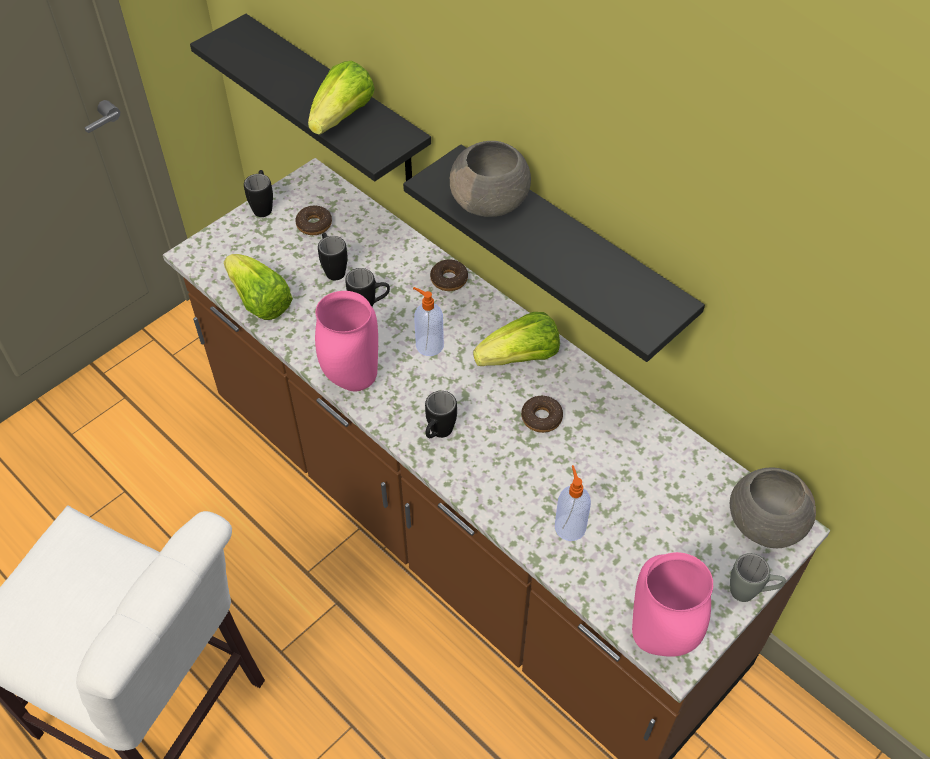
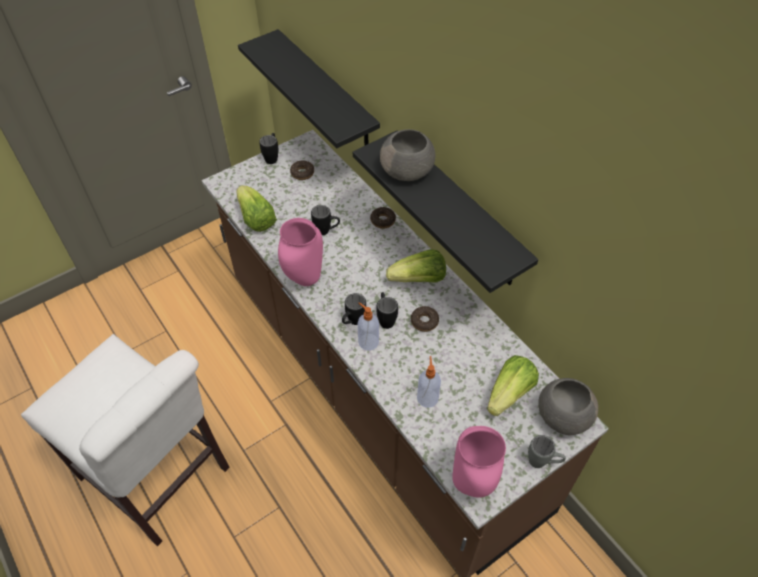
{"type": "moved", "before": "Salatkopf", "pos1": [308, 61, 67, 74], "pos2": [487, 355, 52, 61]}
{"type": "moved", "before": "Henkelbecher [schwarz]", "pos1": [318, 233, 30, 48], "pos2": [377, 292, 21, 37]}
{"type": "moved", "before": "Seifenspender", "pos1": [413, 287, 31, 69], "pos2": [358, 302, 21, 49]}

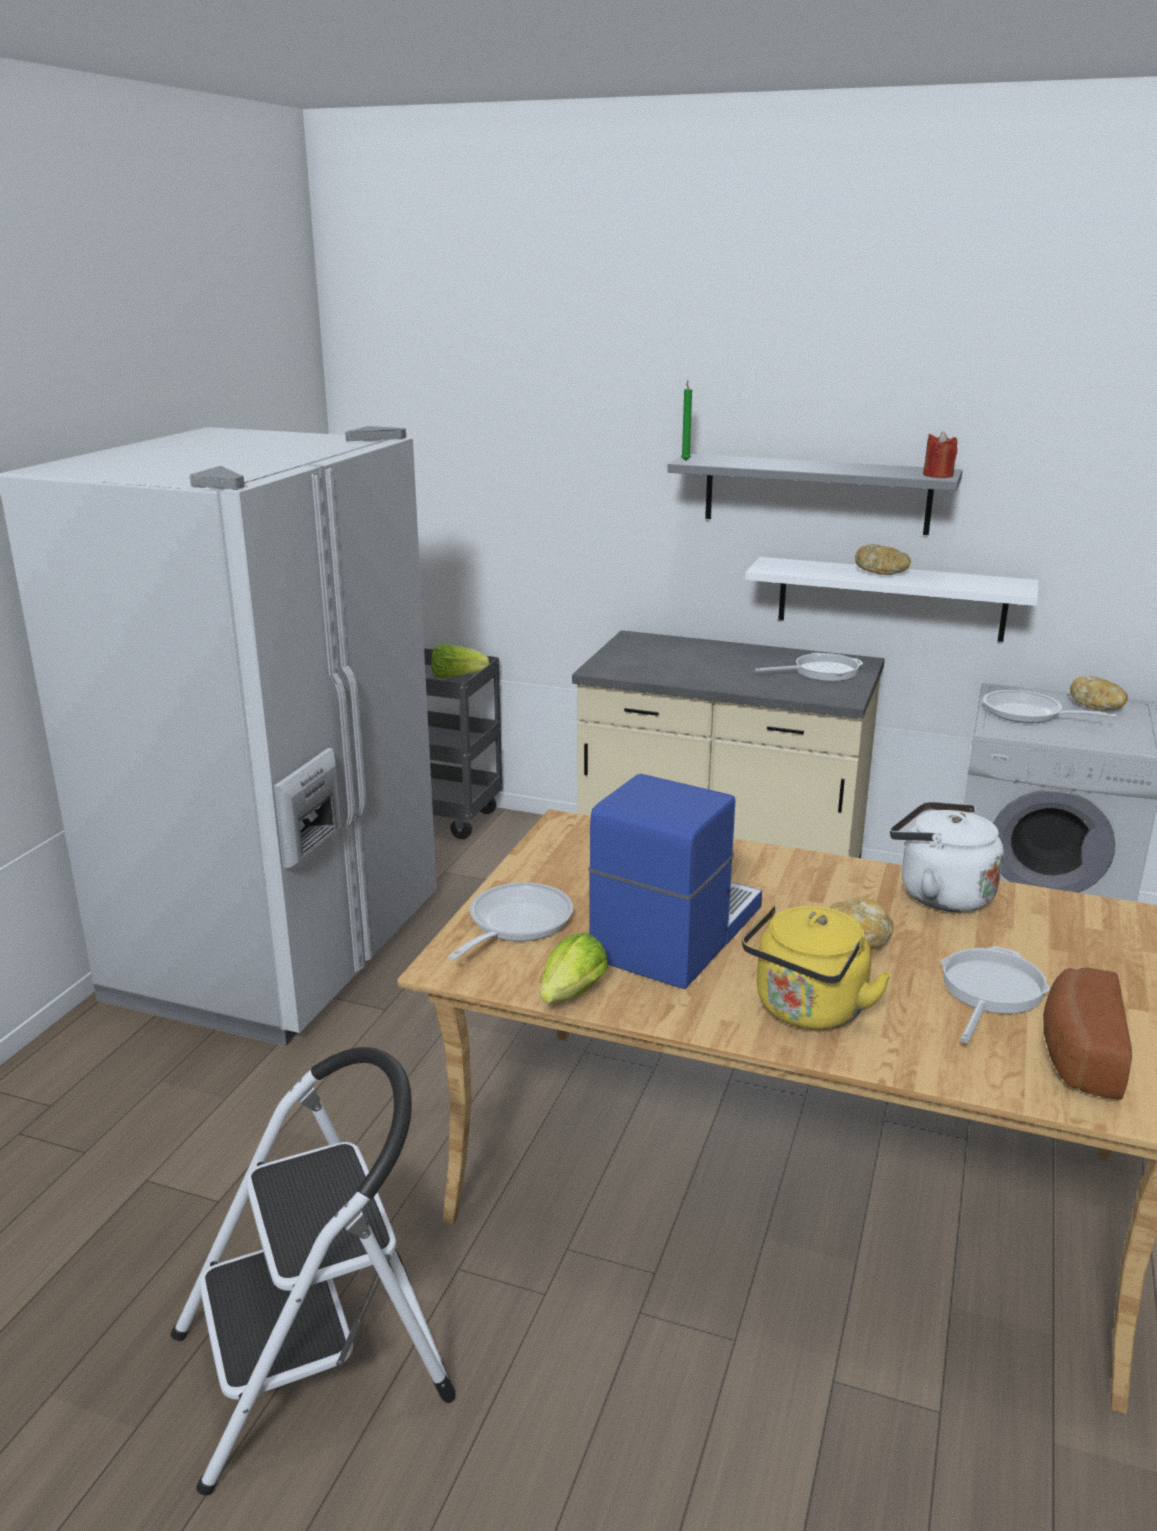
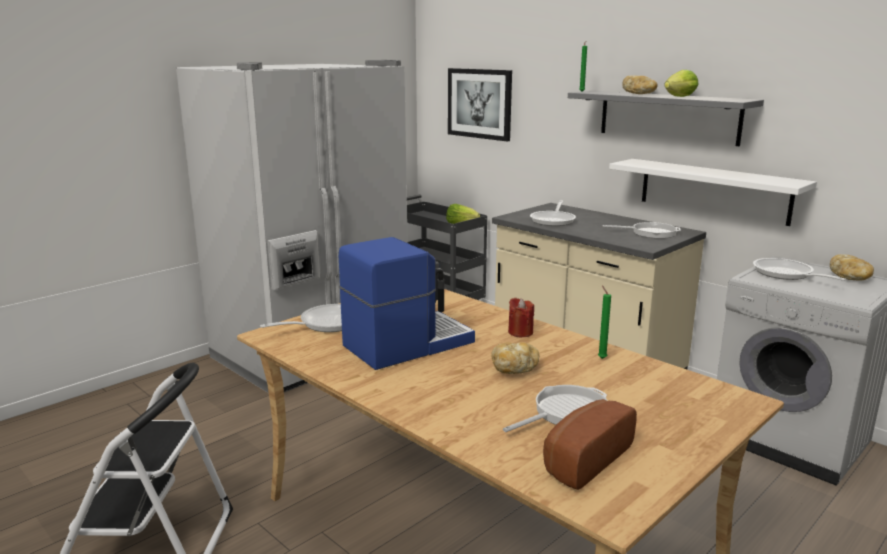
{"type": "moved", "before": "Salatkopf", "pos1": [540, 933, 68, 70], "pos2": [664, 70, 34, 27]}
{"type": "removed", "before": "Wasserkessel [gelb]", "pos1": [742, 906, 150, 124]}
{"type": "moved", "before": "Brot", "pos1": [855, 544, 56, 31], "pos2": [622, 76, 36, 18]}
{"type": "replaced", "before": "Wasserkessel [weiß]", "after": "Kerze [grün]", "pos1": [890, 802, 114, 110], "pos2": [598, 286, 13, 73]}
{"type": "moved", "before": "Kerze [rot]", "pos1": [923, 431, 34, 47], "pos2": [508, 298, 26, 39]}
{"type": "added", "after": "Bild", "pos2": [448, 68, 64, 73]}
{"type": "added", "after": "Pfanne", "pos2": [530, 200, 46, 26]}

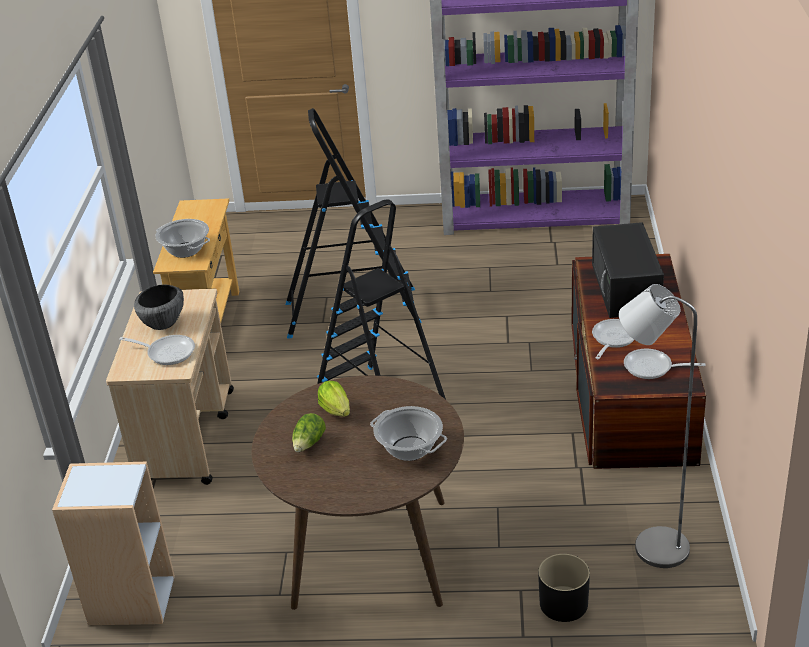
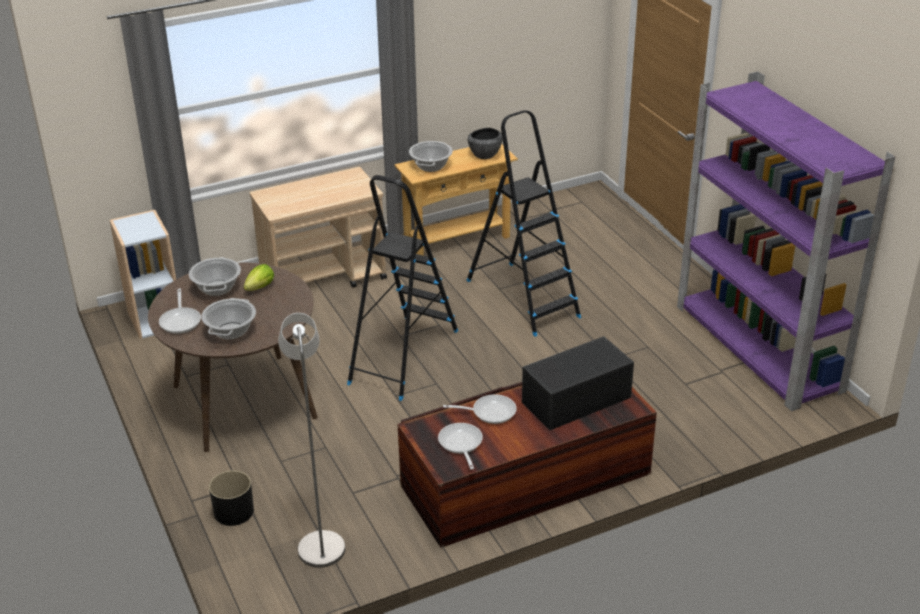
{"type": "moved", "before": "Pfanne", "pos1": [119, 335, 76, 30], "pos2": [159, 288, 42, 46]}
{"type": "moved", "before": "Schüssel", "pos1": [134, 284, 50, 46], "pos2": [468, 128, 35, 31]}
{"type": "replaced", "before": "Salatkopf", "after": "Kochtopf", "pos1": [292, 413, 34, 39], "pos2": [189, 257, 52, 39]}

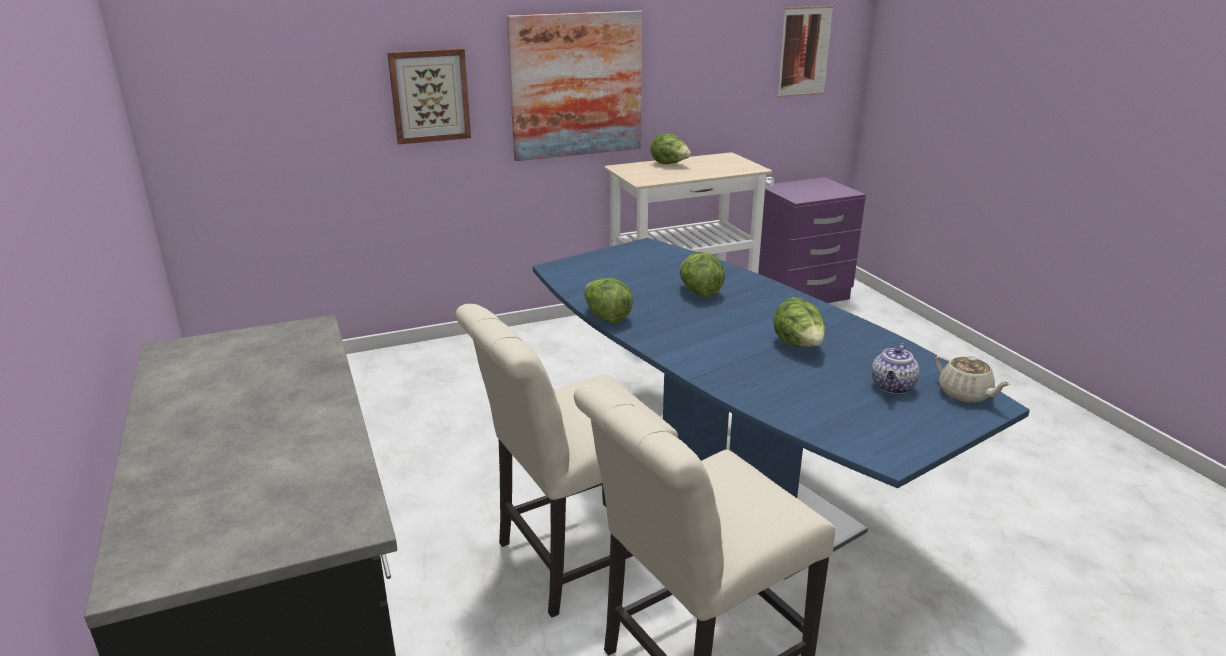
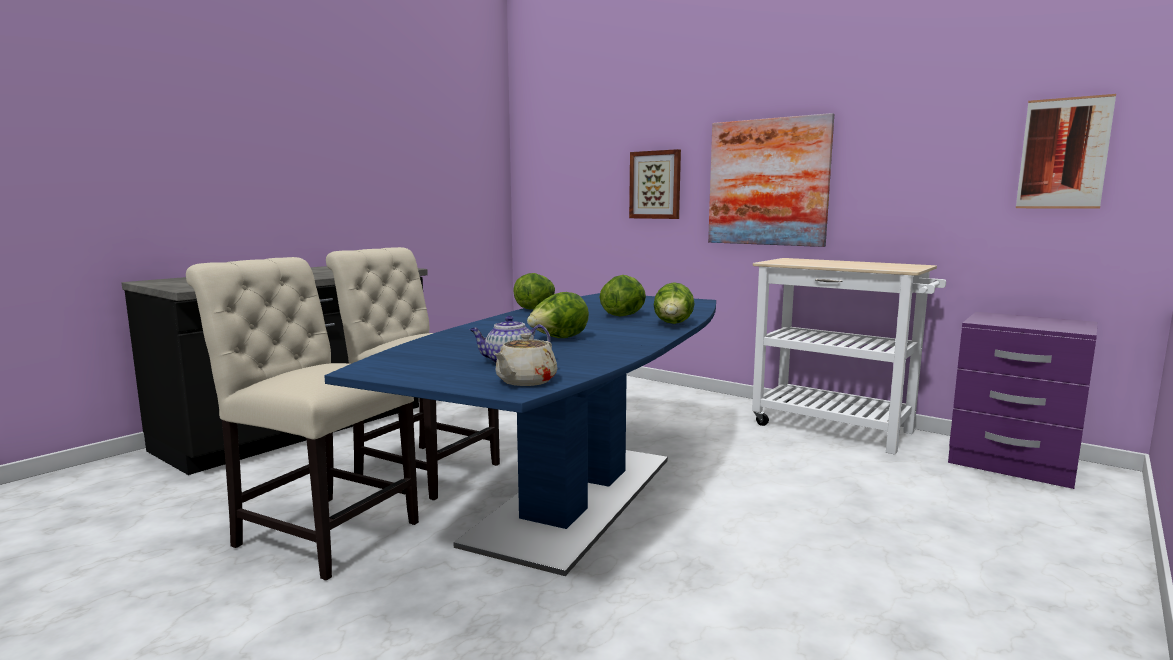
{"type": "moved", "before": "Salatkopf", "pos1": [651, 134, 40, 30], "pos2": [654, 282, 41, 42]}

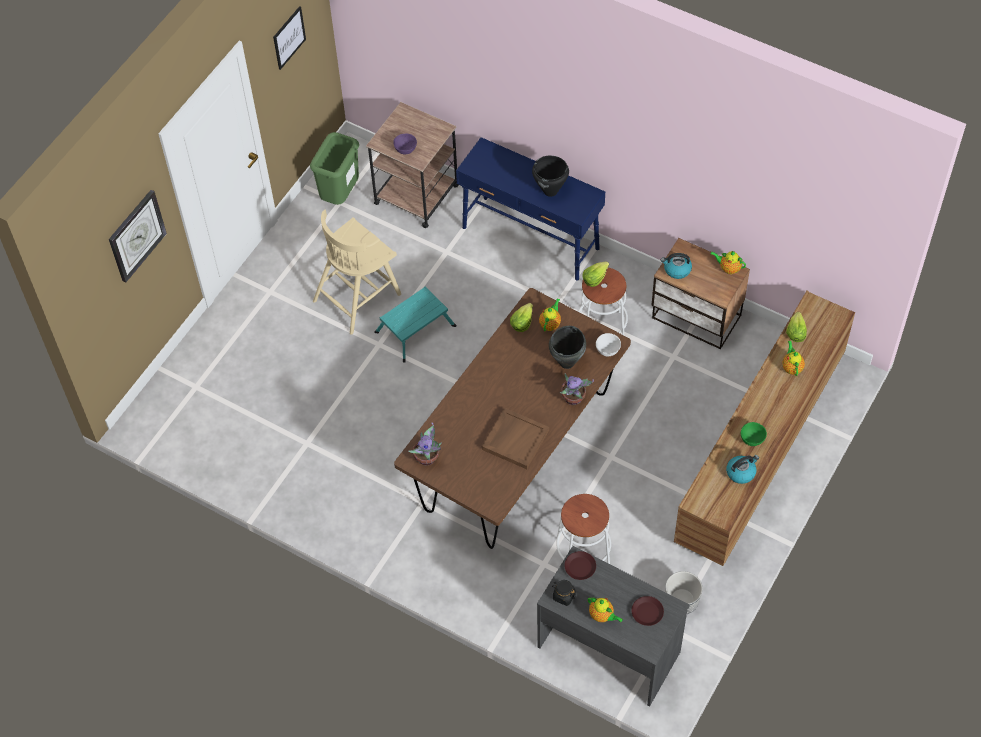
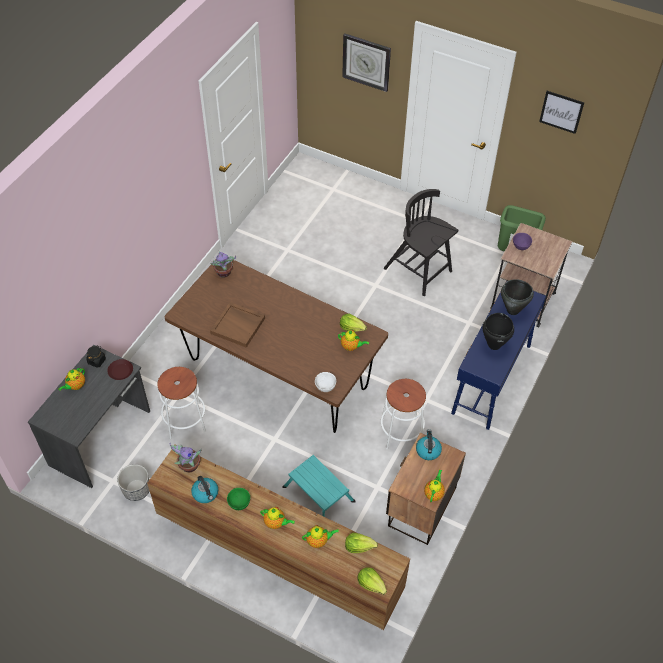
{"type": "recoloured", "before": "Stuhl [beige]", "after": "Stuhl [schwarz]", "pos1": [313, 209, 88, 125], "pos2": [384, 189, 74, 107]}
{"type": "moved", "before": "Trittleiter [türkis]", "pos1": [374, 286, 82, 77], "pos2": [283, 455, 72, 62]}
{"type": "moved", "before": "Kochtopf [schwarz]", "pos1": [549, 326, 37, 43], "pos2": [501, 279, 33, 36]}
{"type": "moved", "before": "Topfpflanze", "pos1": [560, 374, 34, 31], "pos2": [170, 443, 32, 29]}
{"type": "moved", "before": "Salatkopf", "pos1": [582, 262, 27, 25], "pos2": [357, 567, 30, 28]}
{"type": "removed", "before": "Teller [braun]", "pos1": [631, 596, 33, 30]}
{"type": "added", "after": "Teekanne", "pos2": [260, 507, 35, 22]}

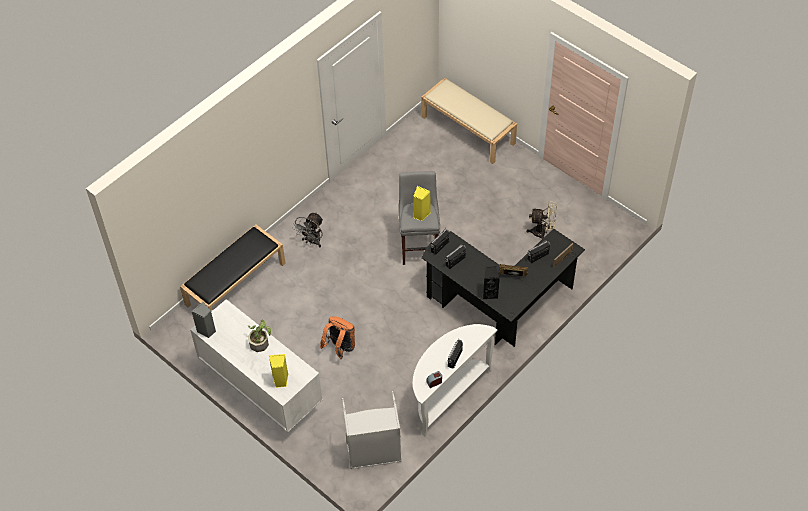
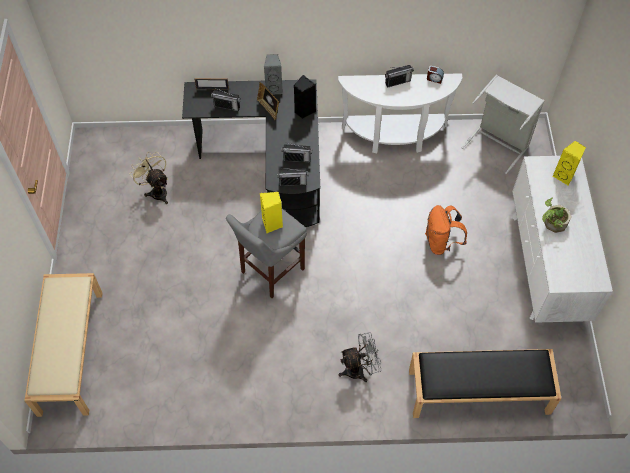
{"type": "moved", "before": "Lautsprecher [grau]", "pos1": [191, 302, 25, 36], "pos2": [264, 54, 19, 40]}

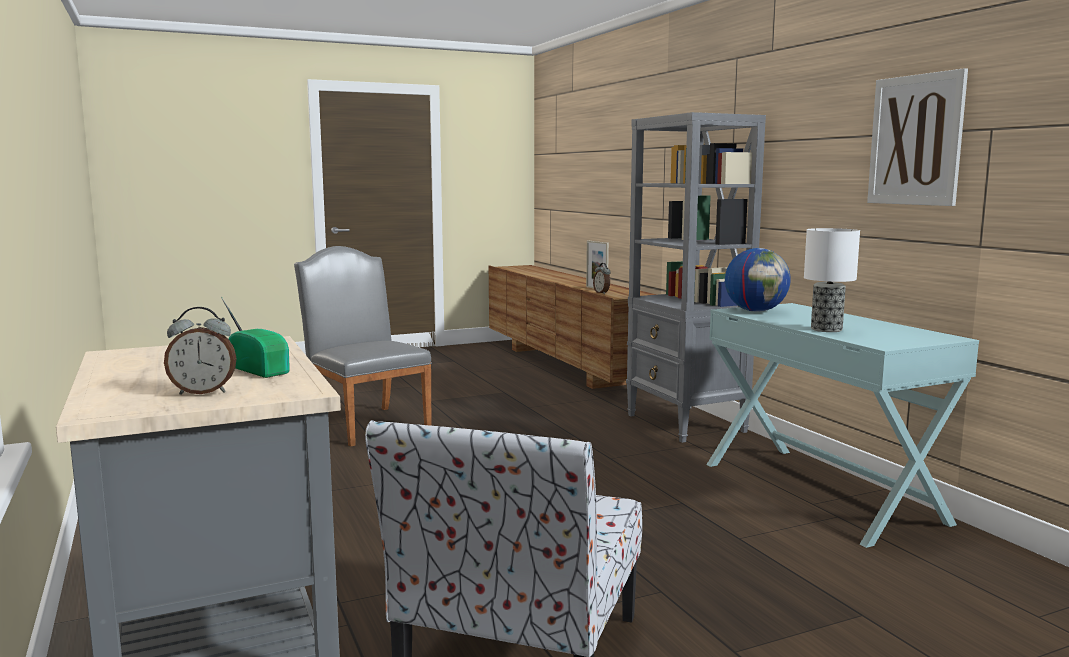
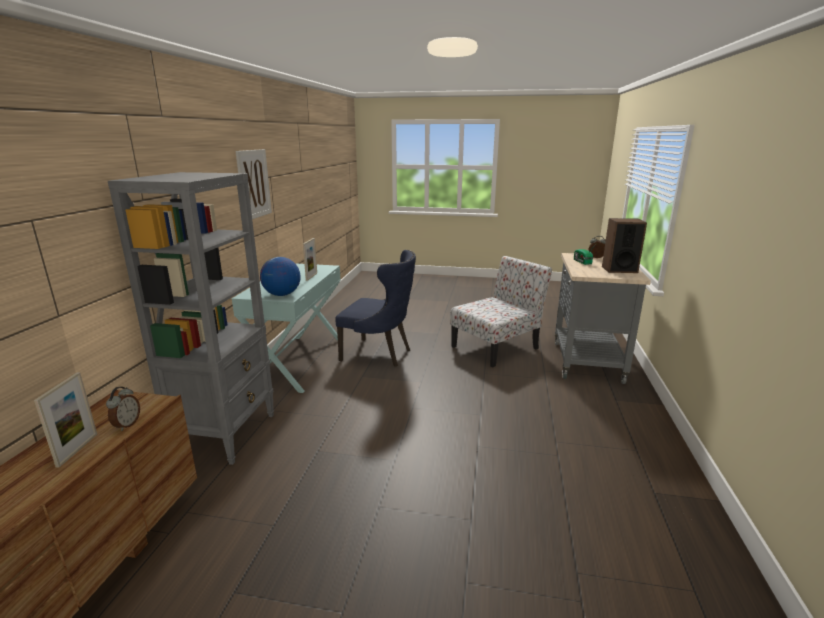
{"type": "removed", "before": "Stuhl [grau]", "pos1": [294, 246, 138, 201]}
{"type": "replaced", "before": "Tischlampe", "after": "Bilderrahmen", "pos1": [804, 228, 56, 104], "pos2": [303, 238, 14, 43]}
{"type": "added", "after": "Stuhl [blau]", "pos2": [336, 250, 80, 117]}
{"type": "added", "after": "Lautsprecher", "pos2": [602, 218, 45, 55]}

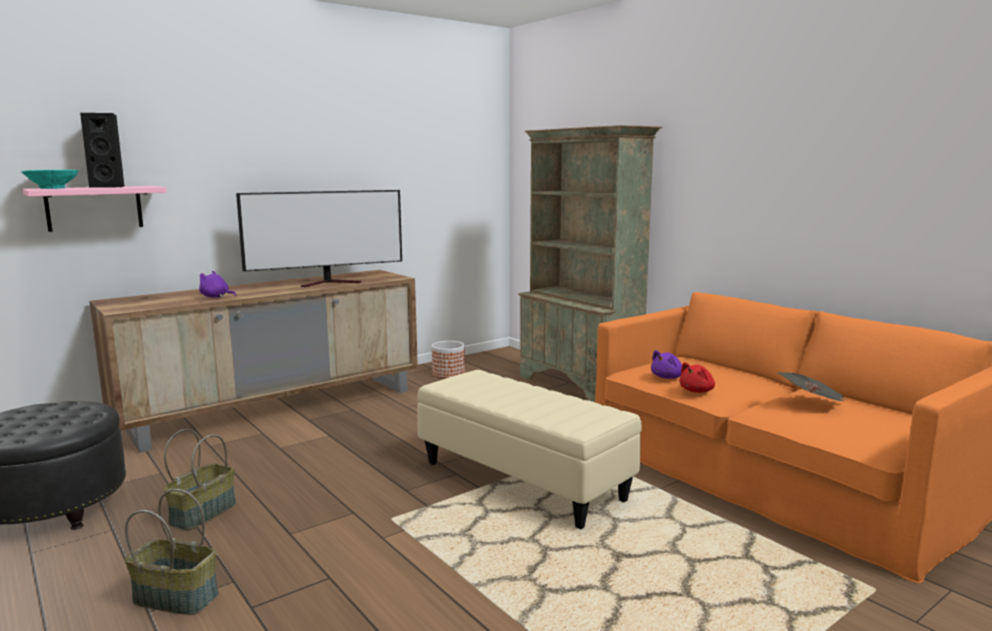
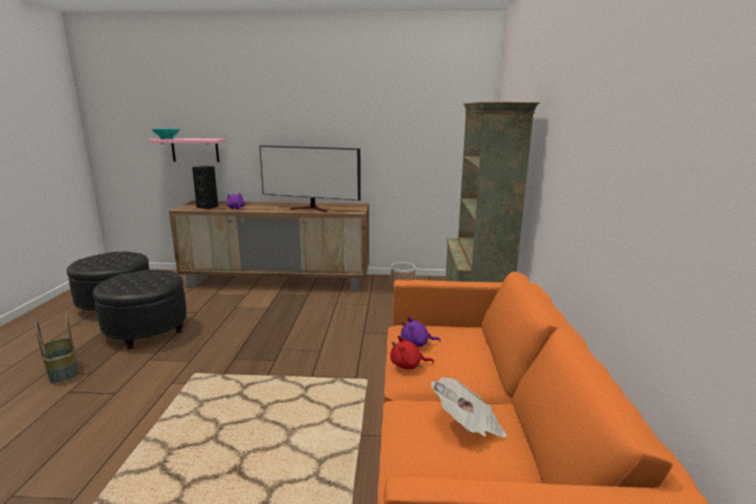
{"type": "moved", "before": "Lautsprecher [schwarz]", "pos1": [80, 113, 45, 75], "pos2": [192, 166, 26, 43]}
{"type": "replaced", "before": "Korb", "after": "Polsterhocker [schwarz]", "pos1": [163, 429, 73, 101], "pos2": [93, 270, 94, 79]}
{"type": "removed", "before": "Polsterhocker [beige]", "pos1": [417, 370, 225, 160]}

